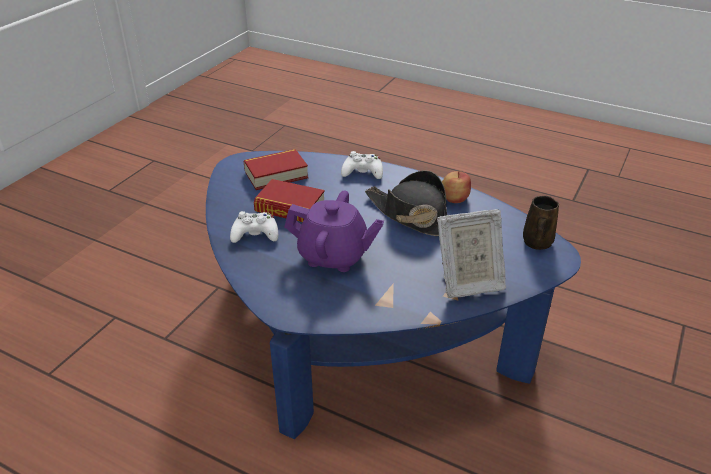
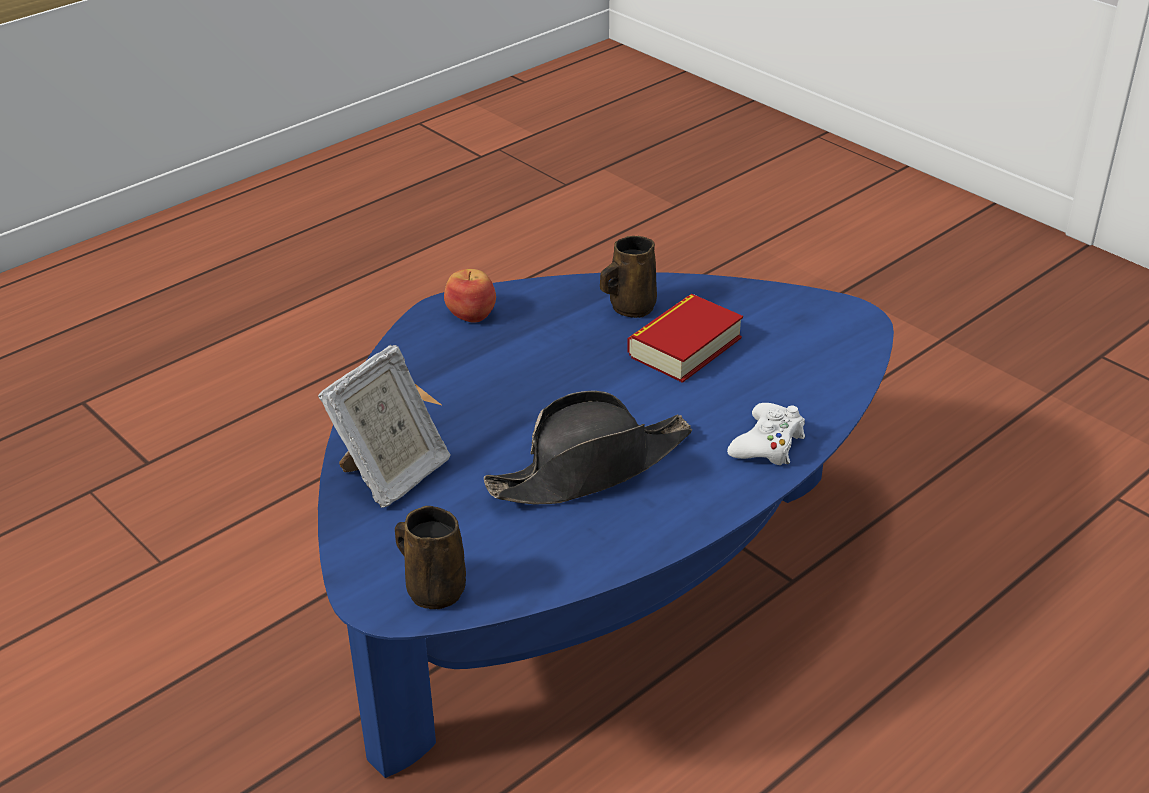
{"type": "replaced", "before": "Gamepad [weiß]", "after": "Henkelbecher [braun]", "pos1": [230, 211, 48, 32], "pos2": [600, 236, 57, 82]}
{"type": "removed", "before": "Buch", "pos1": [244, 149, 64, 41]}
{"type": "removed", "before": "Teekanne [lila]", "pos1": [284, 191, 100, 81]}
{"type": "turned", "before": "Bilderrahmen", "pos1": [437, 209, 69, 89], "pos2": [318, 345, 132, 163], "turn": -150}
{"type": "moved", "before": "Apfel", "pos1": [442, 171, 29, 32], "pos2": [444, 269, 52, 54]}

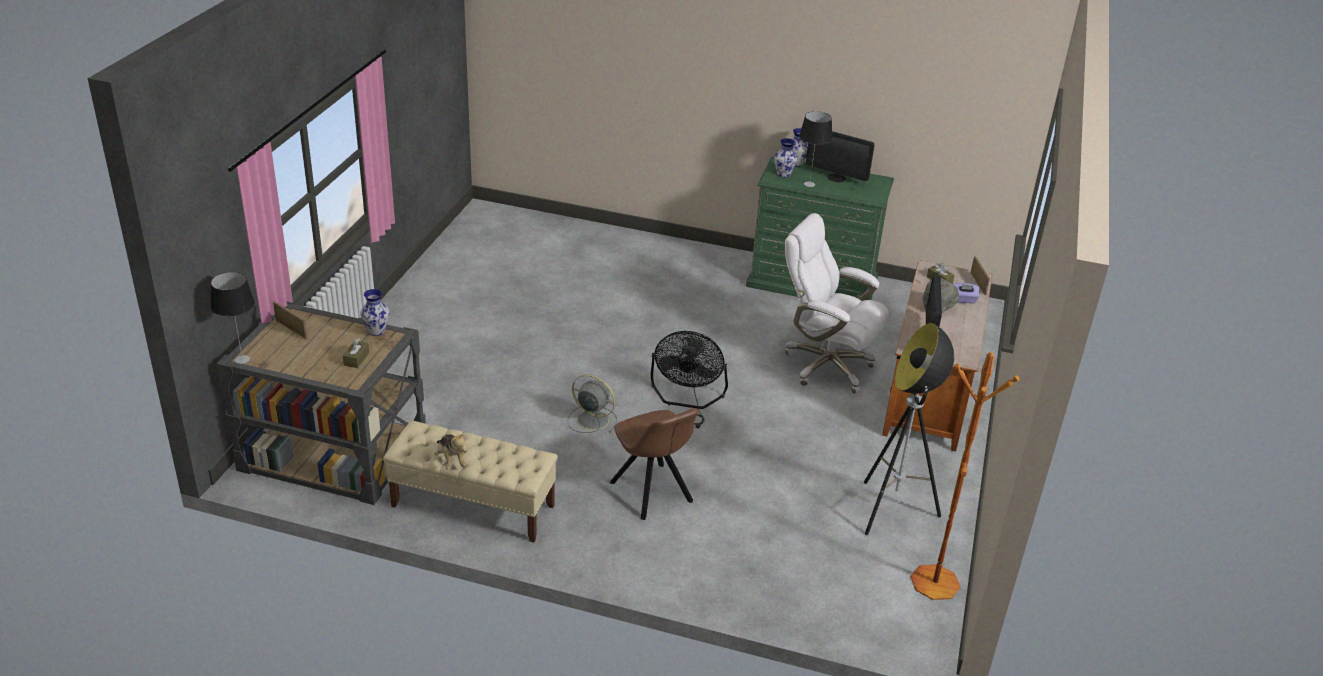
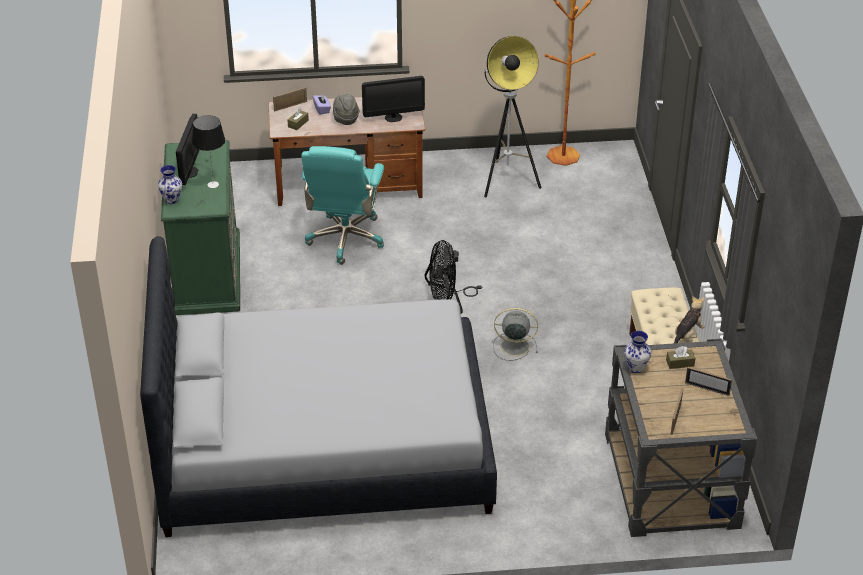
{"type": "removed", "before": "Tischlampe", "pos1": [211, 272, 44, 92]}
{"type": "turned", "before": "Ventilator [grau]", "pos1": [568, 374, 49, 59], "pos2": [493, 308, 45, 53], "turn": 90}
{"type": "removed", "before": "Stuhl [braun]", "pos1": [610, 408, 88, 112]}
{"type": "removed", "before": "Vase", "pos1": [774, 138, 23, 39]}
{"type": "recoloured", "before": "Bürostuhl [weiß]", "after": "Bürostuhl [türkis]", "pos1": [785, 213, 104, 181], "pos2": [301, 146, 83, 119]}
{"type": "added", "after": "Bett [grau]", "pos2": [140, 236, 357, 301]}
{"type": "added", "after": "Bilderrahmen", "pos2": [685, 367, 47, 29]}

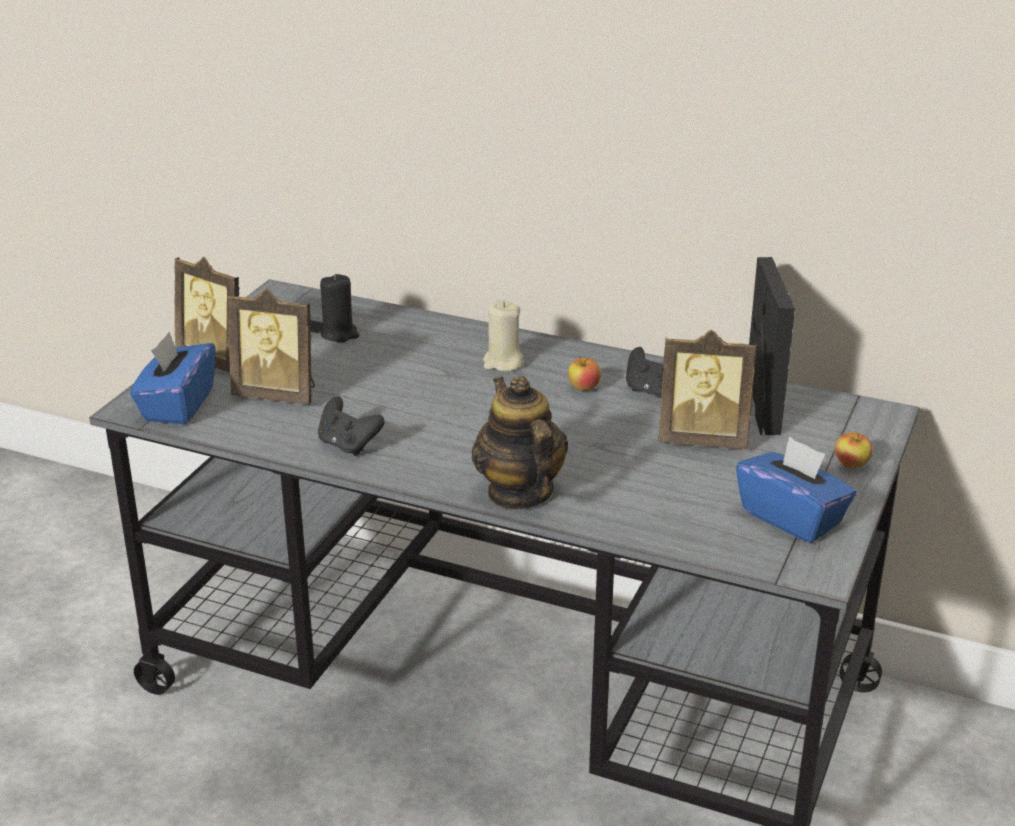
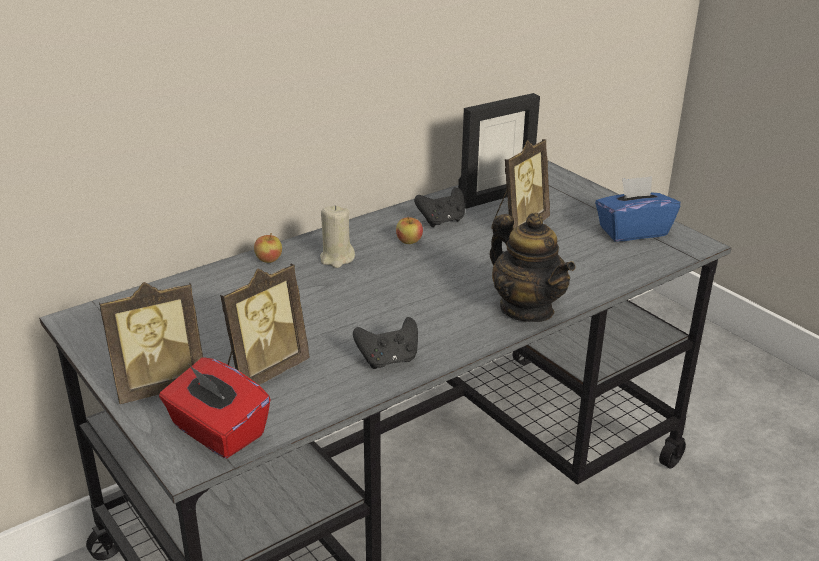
{"type": "recoloured", "before": "Taschentuchbox [blau]", "after": "Taschentuchbox [rot]", "pos1": [130, 332, 86, 92], "pos2": [159, 358, 112, 100]}
{"type": "removed", "before": "Kerze [schwarz]", "pos1": [320, 274, 39, 69]}
{"type": "turned", "before": "Teekanne", "pos1": [472, 376, 96, 134], "pos2": [490, 213, 86, 109], "turn": -135}
{"type": "turned", "before": "Bilderrahmen", "pos1": [749, 257, 46, 178], "pos2": [458, 93, 82, 115], "turn": 120}
{"type": "moved", "before": "Apfel", "pos1": [835, 432, 37, 36], "pos2": [254, 233, 28, 30]}

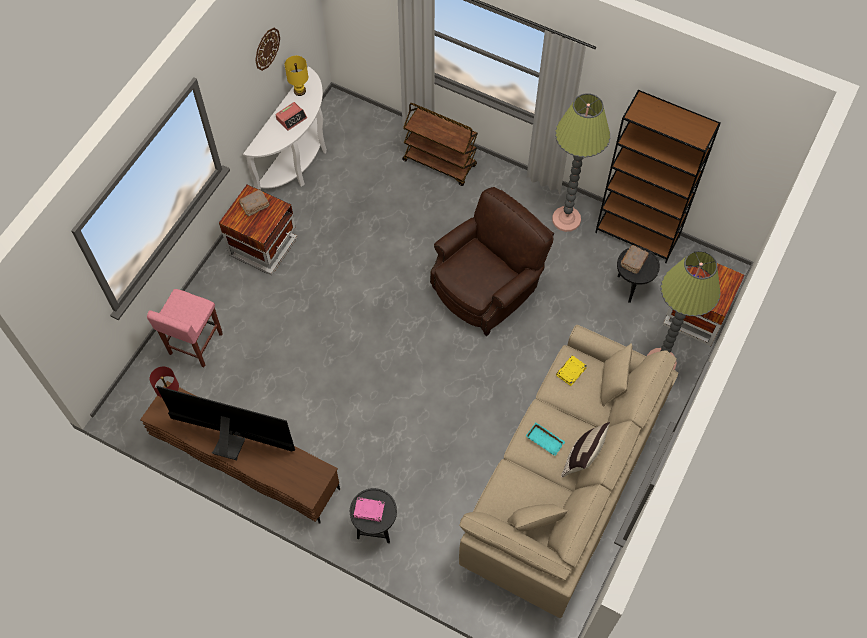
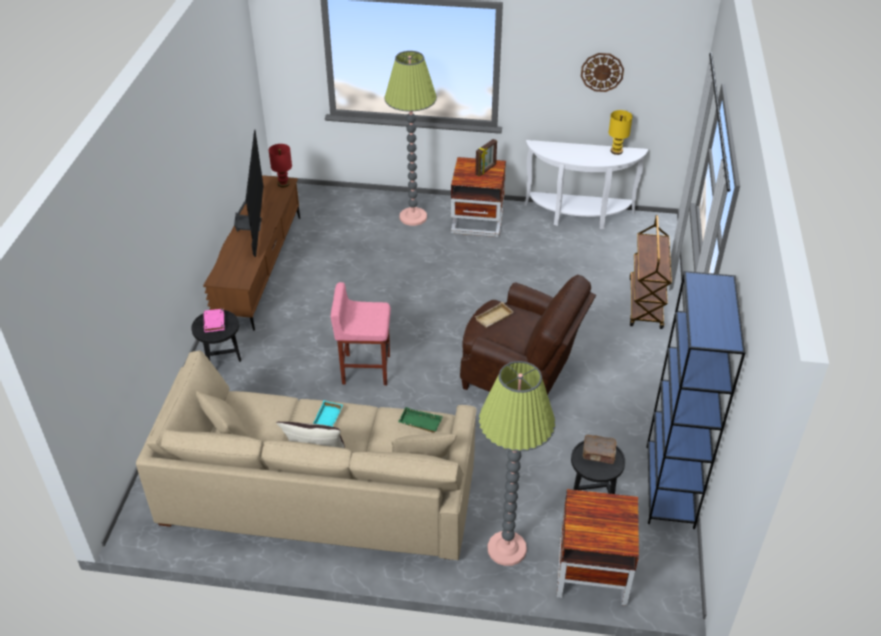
{"type": "moved", "before": "Hocker [rosa]", "pos1": [147, 289, 76, 78], "pos2": [331, 282, 60, 103]}
{"type": "replaced", "before": "Buch [braun]", "after": "Bilderrahmen", "pos1": [239, 189, 30, 27], "pos2": [475, 139, 22, 38]}
{"type": "removed", "before": "Wecker", "pos1": [275, 102, 32, 29]}
{"type": "moved", "before": "Stehlampe", "pos1": [552, 93, 58, 139], "pos2": [384, 51, 53, 175]}
{"type": "replaced", "before": "Buch [gelb]", "after": "Tablett [grün]", "pos1": [556, 355, 31, 31], "pos2": [398, 407, 45, 26]}
{"type": "recoloured", "before": "Bücherregal [braun]", "after": "Bücherregal [blau]", "pos1": [595, 90, 126, 173], "pos2": [646, 271, 99, 258]}
{"type": "added", "after": "Tablett [beige]", "pos2": [475, 302, 39, 26]}

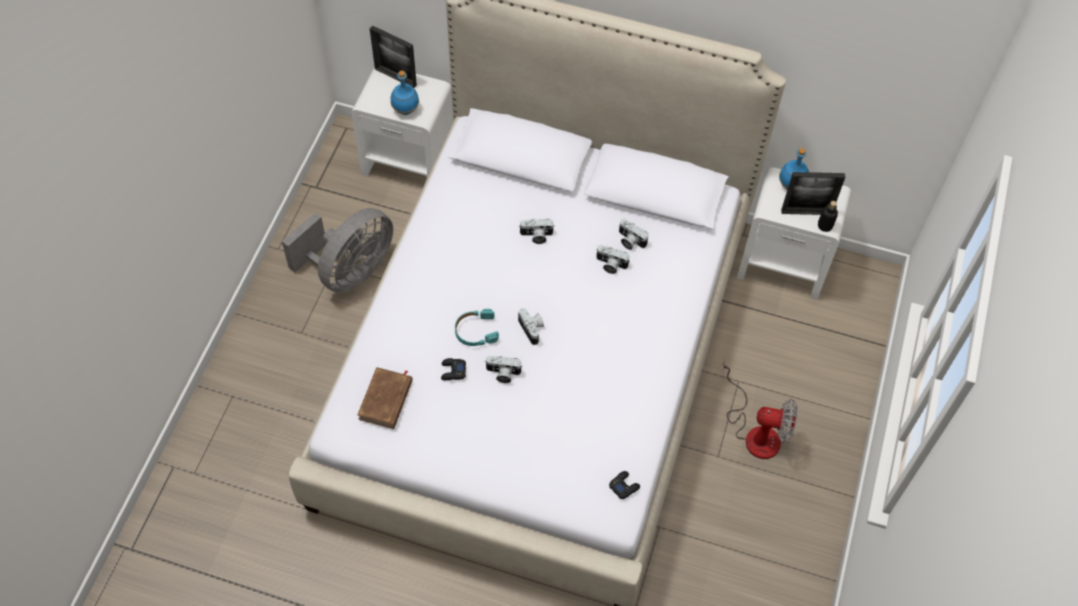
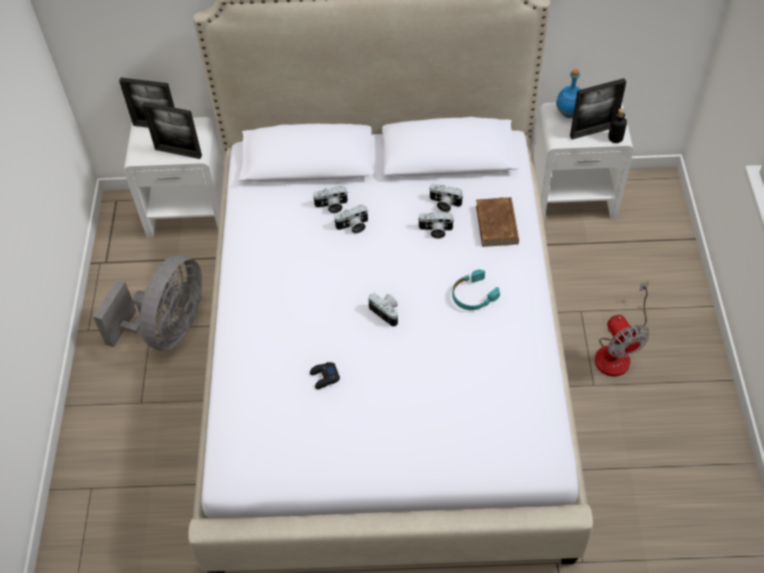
{"type": "moved", "before": "Buch [braun]", "pos1": [357, 367, 56, 62], "pos2": [476, 197, 43, 50]}
{"type": "replaced", "before": "Flasche [blau]", "after": "Bilderrahmen", "pos1": [391, 71, 28, 44], "pos2": [142, 102, 60, 57]}
{"type": "moved", "before": "Kopfhörer [türkis]", "pos1": [455, 309, 44, 37], "pos2": [452, 269, 48, 41]}
{"type": "moved", "before": "Kamera", "pos1": [485, 356, 38, 27], "pos2": [312, 186, 36, 27]}
{"type": "removed", "before": "Gamepad [schwarz]", "pos1": [609, 471, 31, 28]}
{"type": "turned", "before": "Ventilator", "pos1": [722, 360, 76, 99], "pos2": [595, 281, 55, 96], "turn": 75}

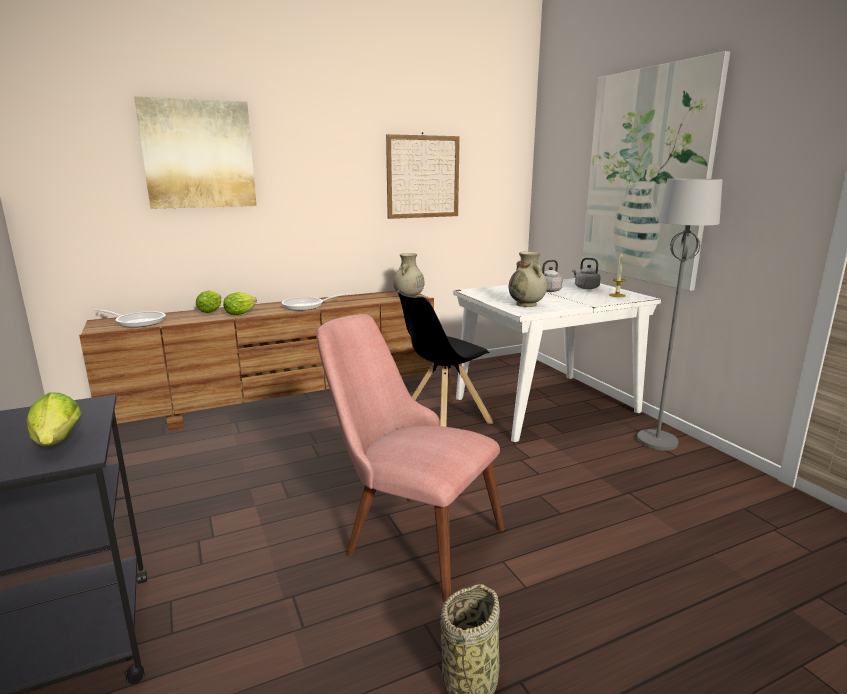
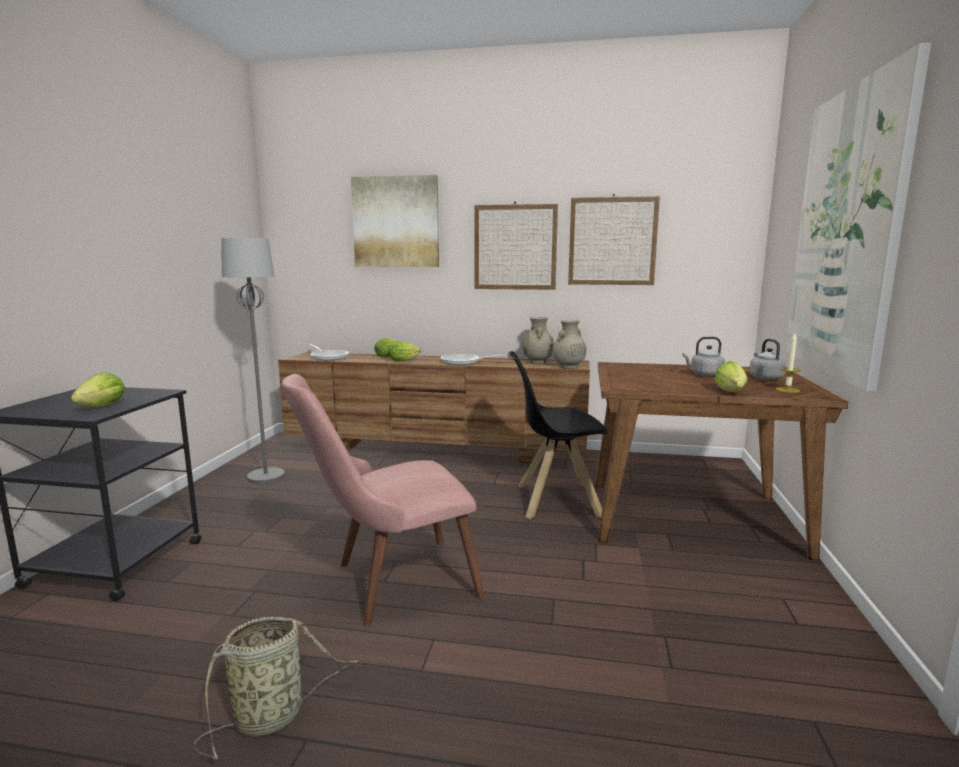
{"type": "turned", "before": "Stuhl [rosa]", "pos1": [316, 314, 189, 288], "pos2": [282, 374, 203, 252], "turn": -90}
{"type": "recoloured", "before": "Esstisch [weiß]", "after": "Esstisch [braun]", "pos1": [453, 278, 208, 164], "pos2": [595, 362, 253, 199]}
{"type": "moved", "before": "Vase [beige]", "pos1": [509, 251, 38, 56], "pos2": [522, 317, 32, 47]}
{"type": "moved", "before": "Stehlampe [grau]", "pos1": [637, 179, 86, 272], "pos2": [221, 238, 64, 246]}
{"type": "added", "after": "Bild", "pos2": [474, 202, 84, 88]}
{"type": "added", "after": "Salatkopf", "pos2": [714, 361, 33, 31]}

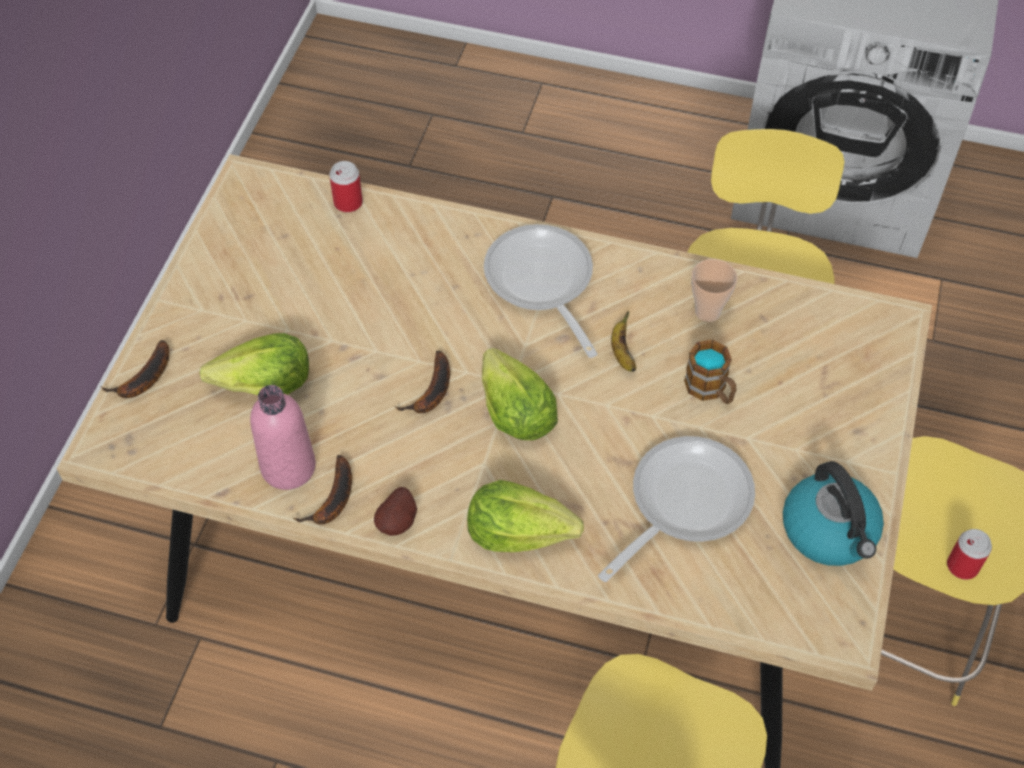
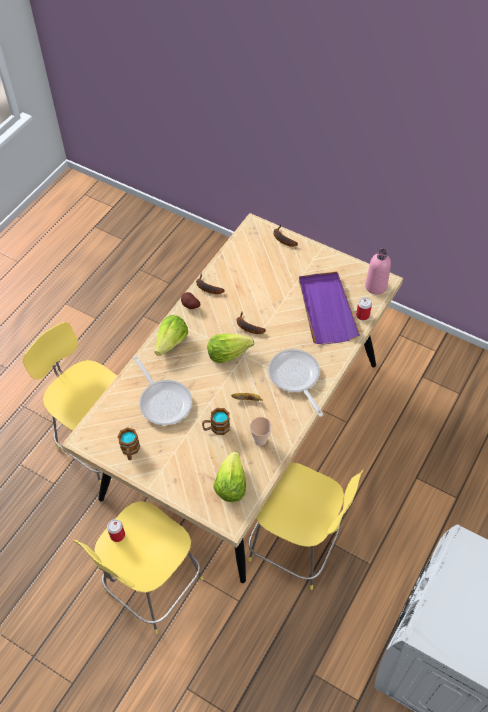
{"type": "moved", "before": "Salatkopf", "pos1": [199, 333, 110, 62], "pos2": [213, 451, 33, 51]}
{"type": "moved", "before": "Flasche [rosa]", "pos1": [250, 385, 66, 105], "pos2": [365, 249, 26, 46]}
{"type": "turned", "before": "Pfanne", "pos1": [484, 224, 113, 134], "pos2": [268, 349, 55, 68], "turn": -105}
{"type": "replaced", "before": "Wasserkessel", "after": "Henkelbecher", "pos1": [783, 461, 101, 105], "pos2": [118, 427, 22, 33]}
{"type": "added", "after": "Tablett [lila]", "pos2": [299, 272, 61, 72]}

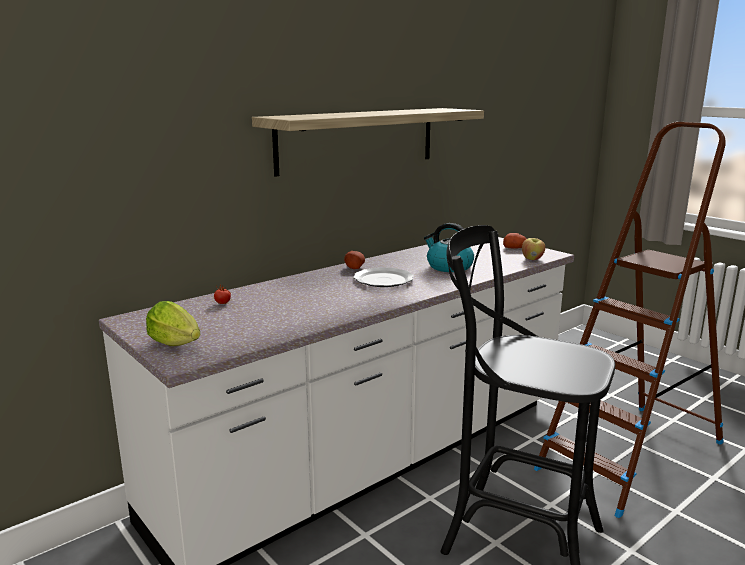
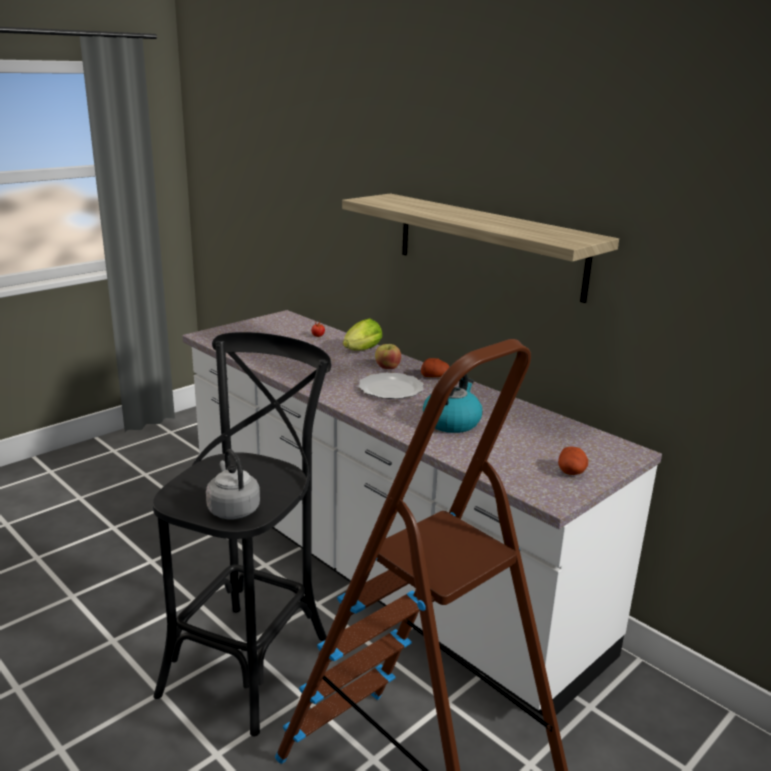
{"type": "moved", "before": "Salatkopf", "pos1": [146, 301, 55, 45], "pos2": [343, 318, 39, 32]}
{"type": "moved", "before": "Apfel", "pos1": [522, 238, 23, 22], "pos2": [375, 344, 26, 25]}
{"type": "added", "after": "Wasserkessel [grau]", "pos2": [206, 449, 54, 70]}

